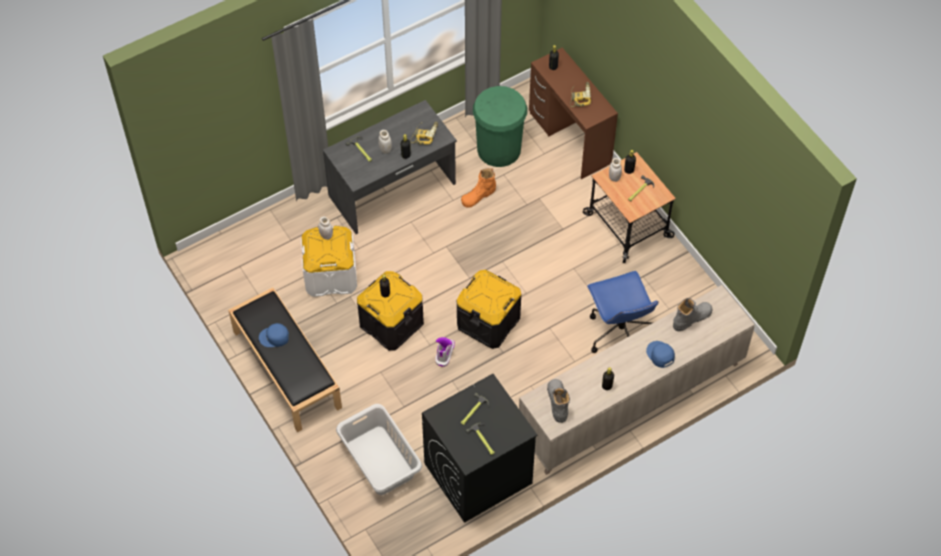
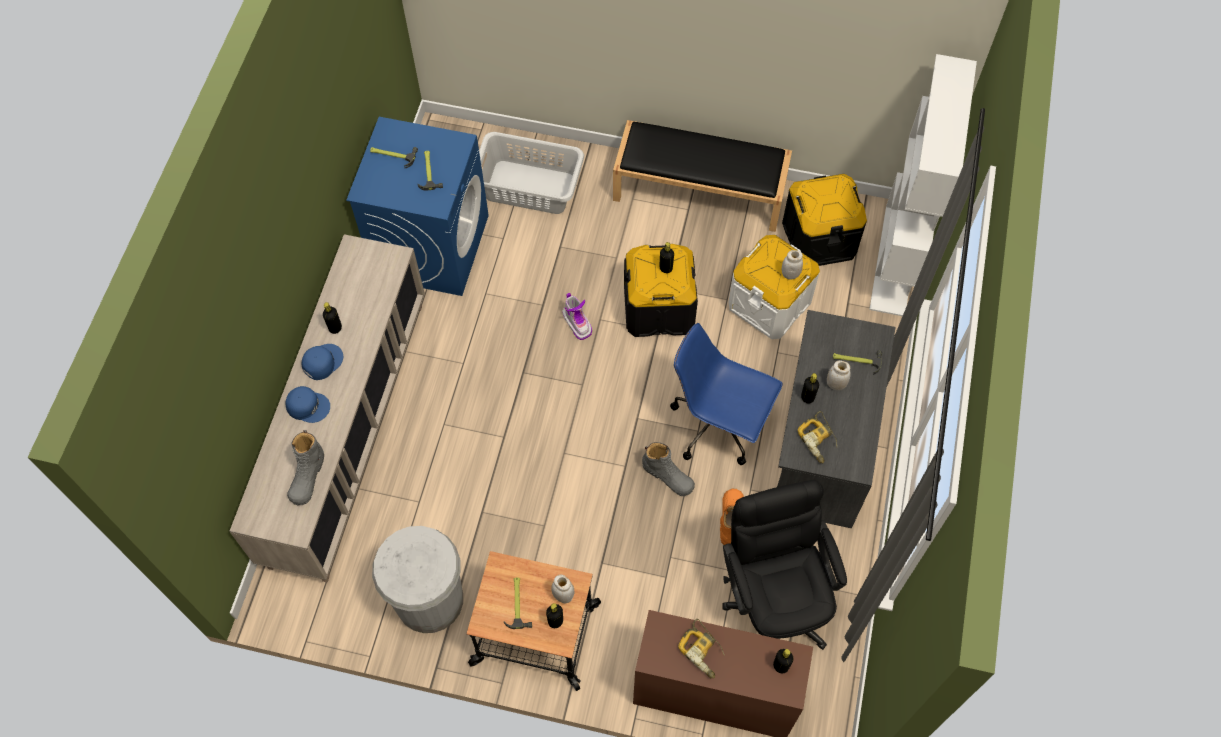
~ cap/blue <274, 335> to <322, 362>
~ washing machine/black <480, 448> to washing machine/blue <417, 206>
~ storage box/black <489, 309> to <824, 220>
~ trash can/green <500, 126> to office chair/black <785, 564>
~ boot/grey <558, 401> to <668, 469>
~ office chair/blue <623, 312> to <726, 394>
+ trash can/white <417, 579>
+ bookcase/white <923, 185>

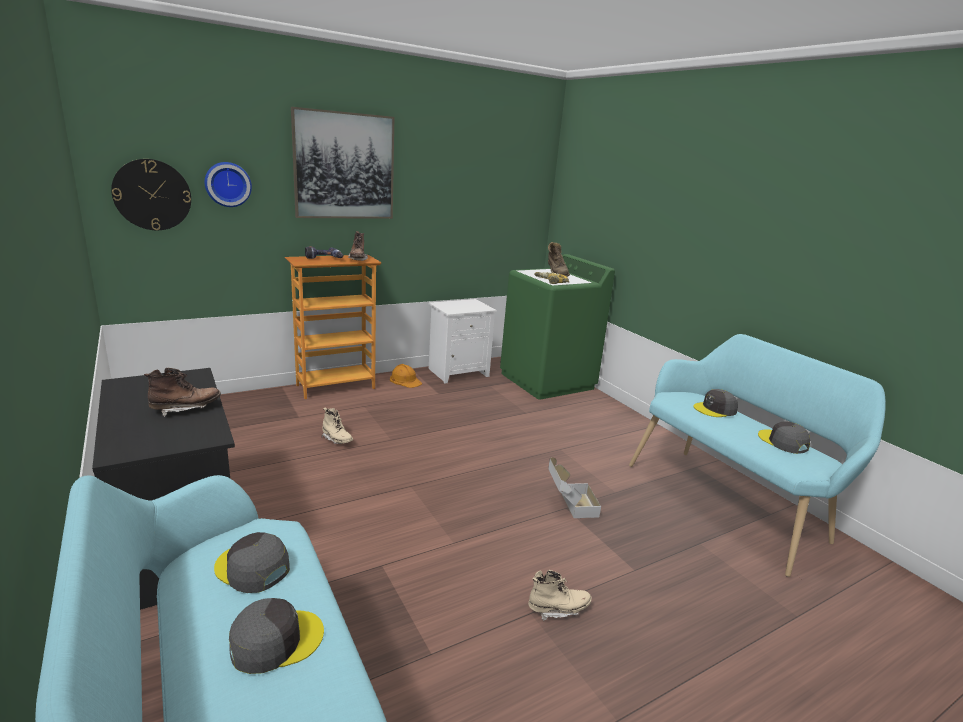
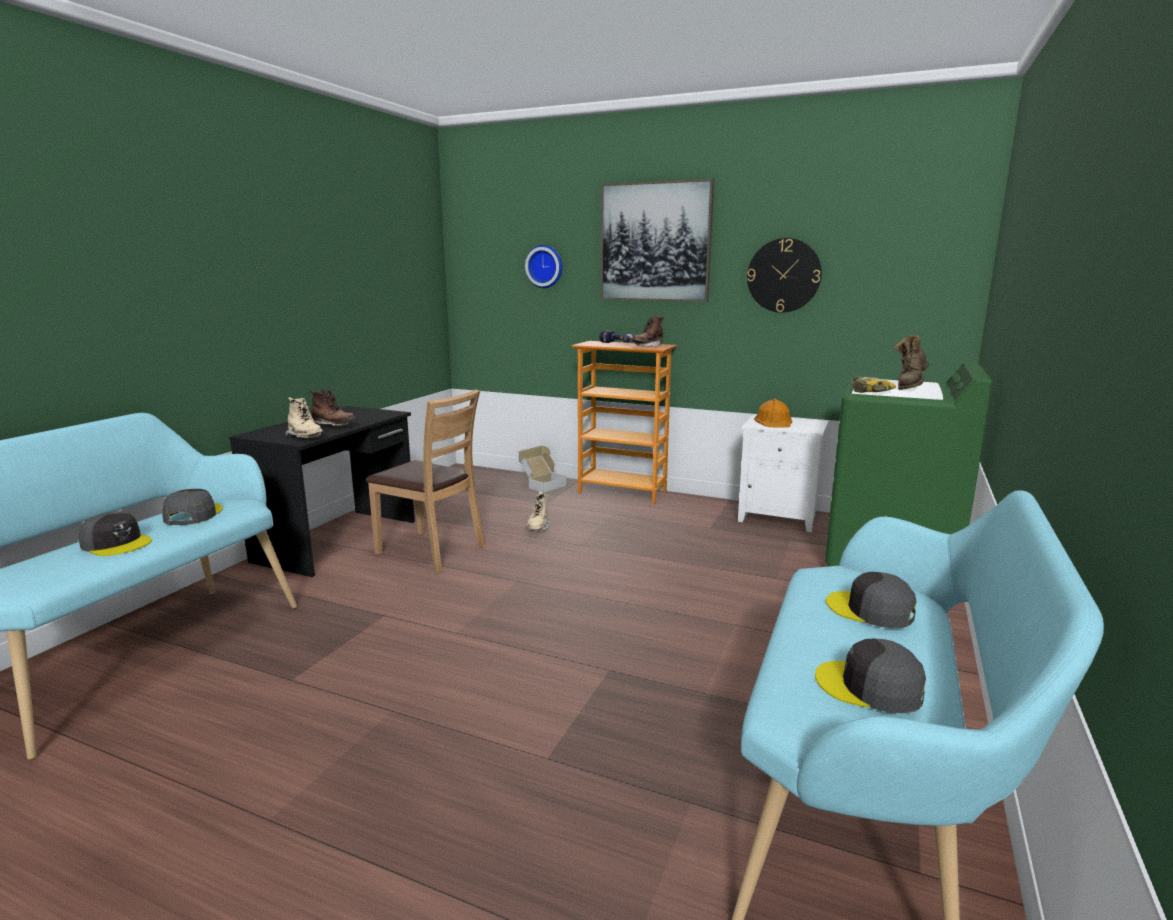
~ wall clock <151, 194> to <784, 275>
~ hard hat/orange <406, 376> to <773, 413>
~ boot/beige <560, 595> to <304, 418>
~ cardboard box <574, 487> to <543, 469>
~ cap/grey <784, 437> = <870, 675> 90 degrees counterclockwise
+ chair/brown <426, 481>

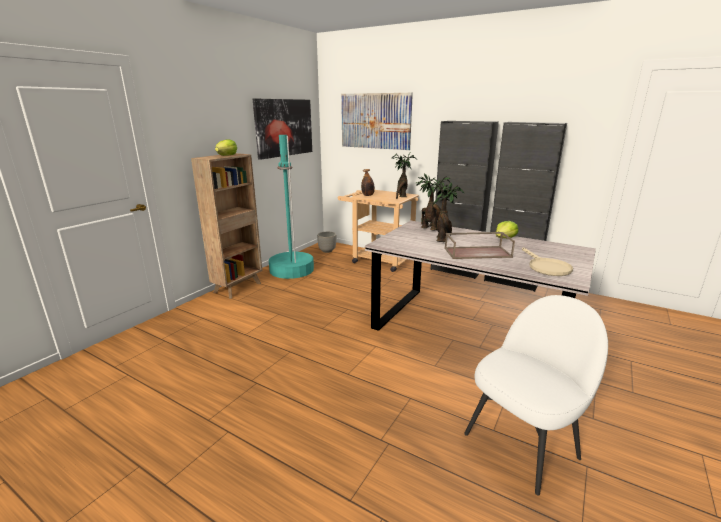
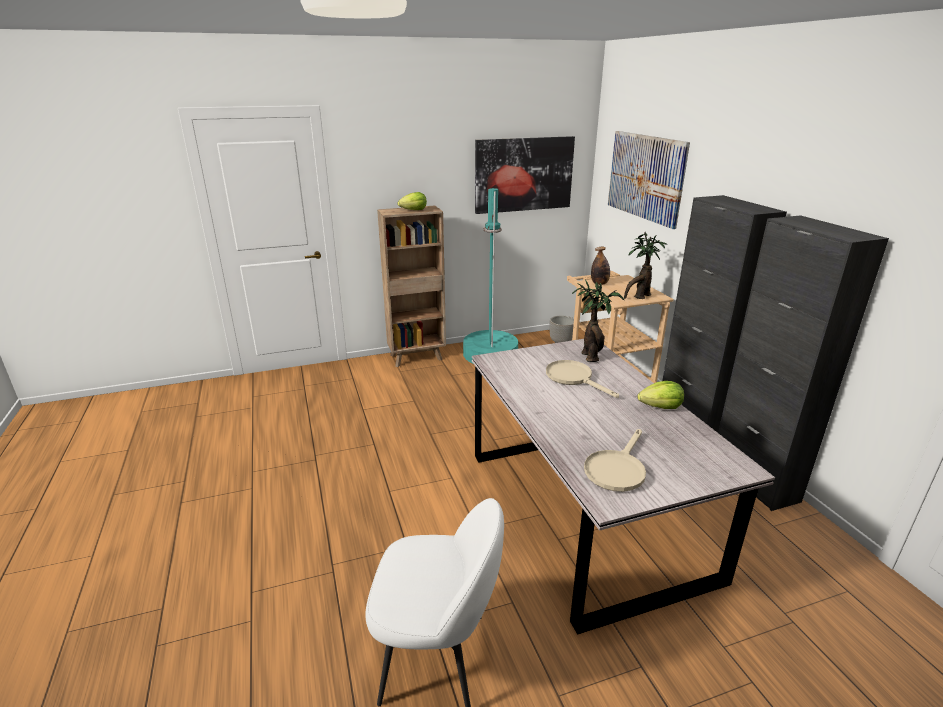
~ potted plant <446, 210> to frying pan/beige <582, 379>
- tray/brown <479, 245>

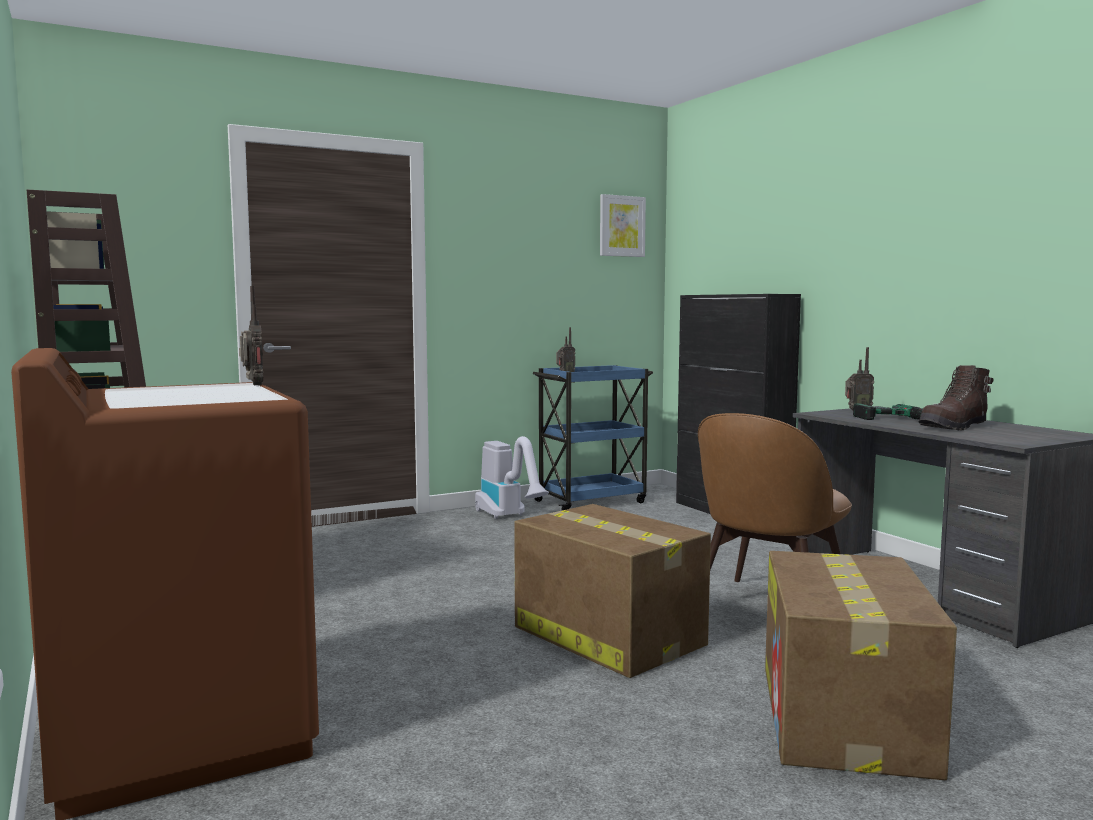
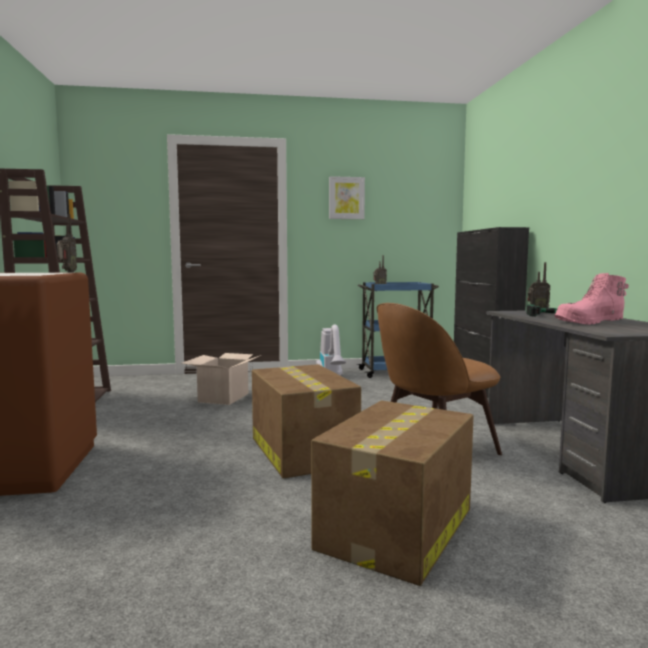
~ picture <623, 225> to <347, 197>
~ boot/brown <956, 397> to boot/pink <591, 299>
+ cardboard box <221, 379>

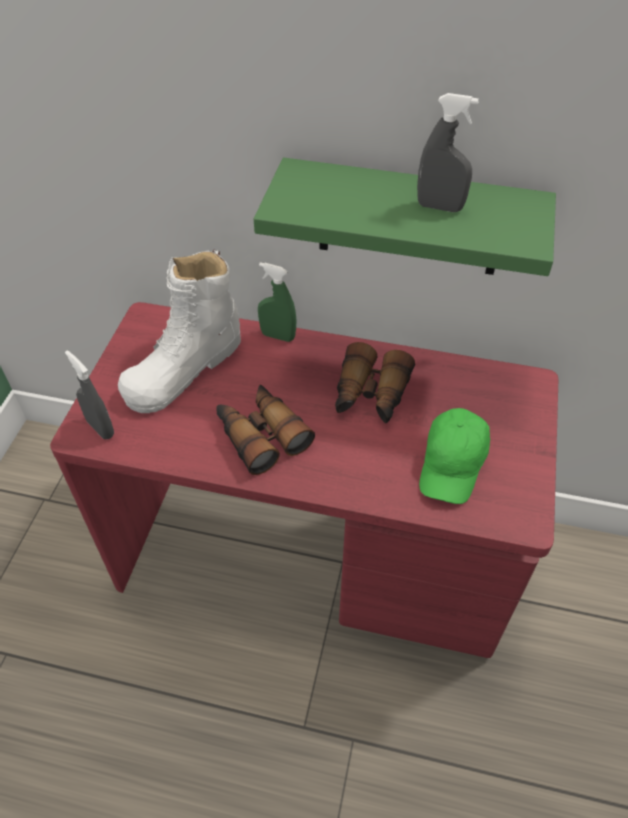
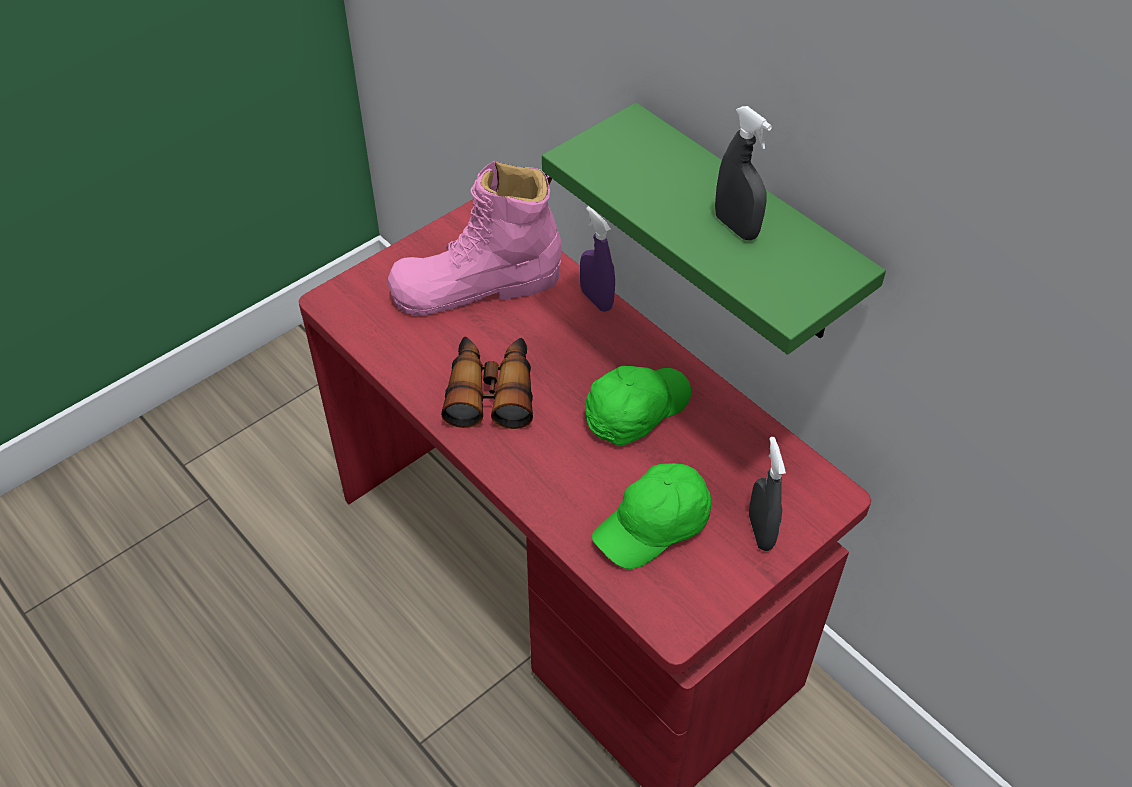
~ spray bottle/grey <89, 395> to <767, 494>
~ boot/white <179, 331> to boot/pink <474, 238>
~ spray bottle/green <277, 302> to spray bottle/purple <597, 259>
~ binoculars <375, 383> to cap/green <638, 405>

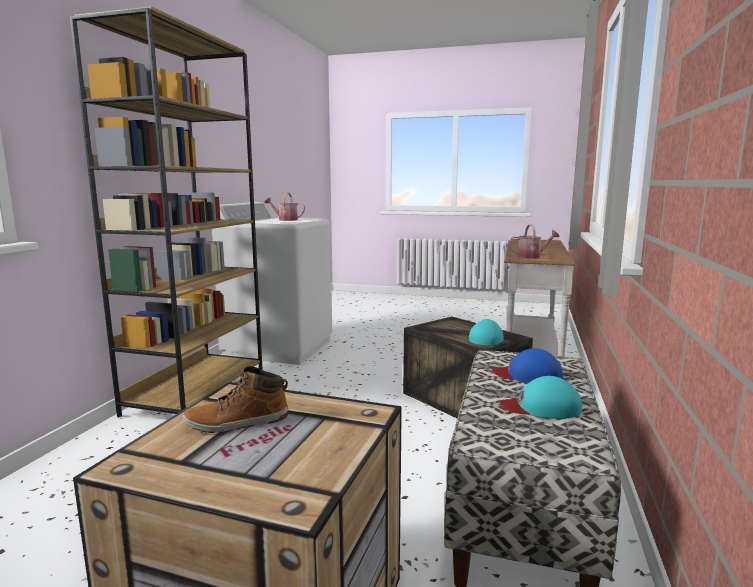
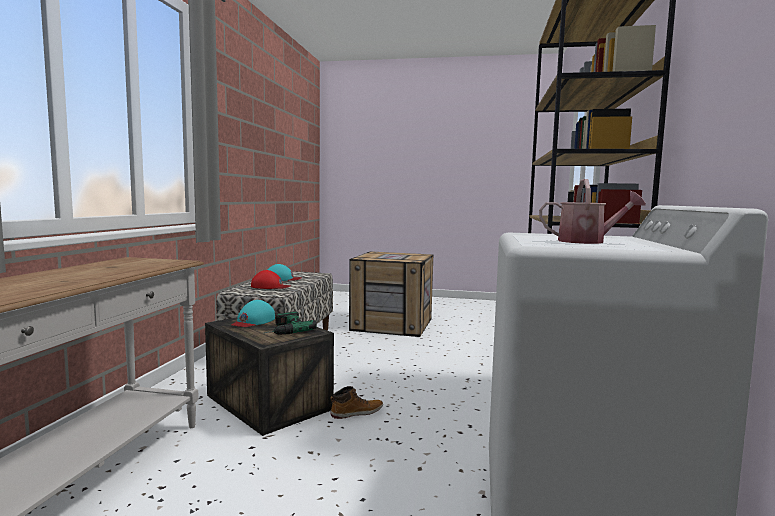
~ boot <236, 399> to <356, 402>
~ cap/blue <527, 365> to cap/red <270, 279>
- watering can <534, 241>
+ power drill <290, 323>

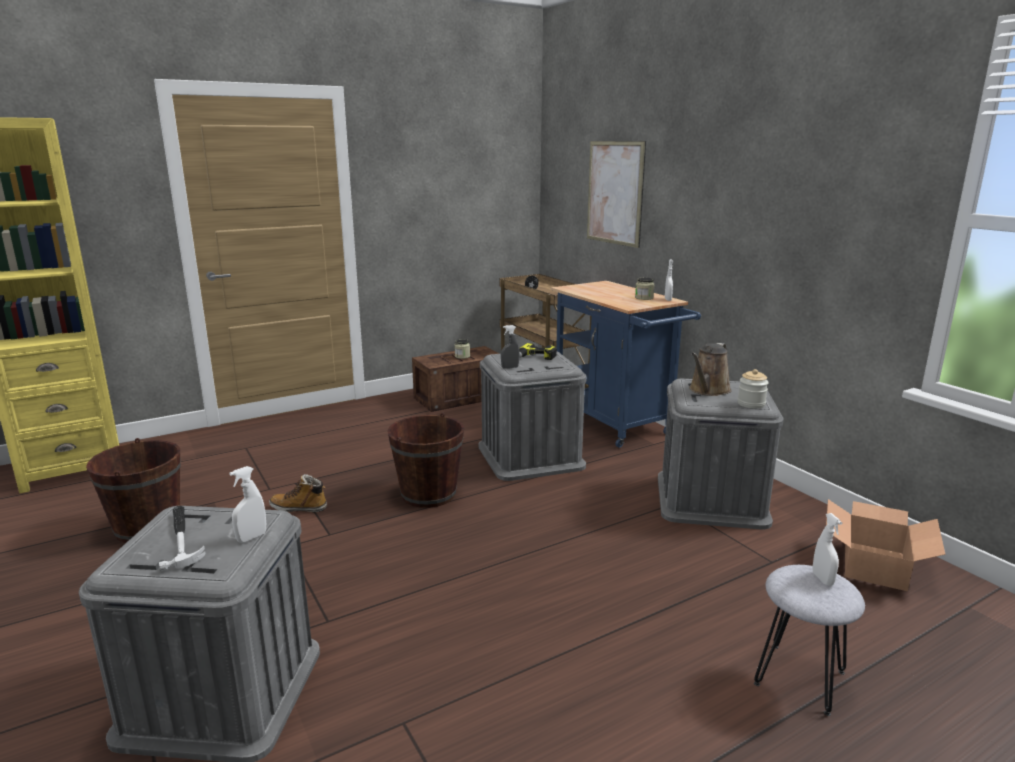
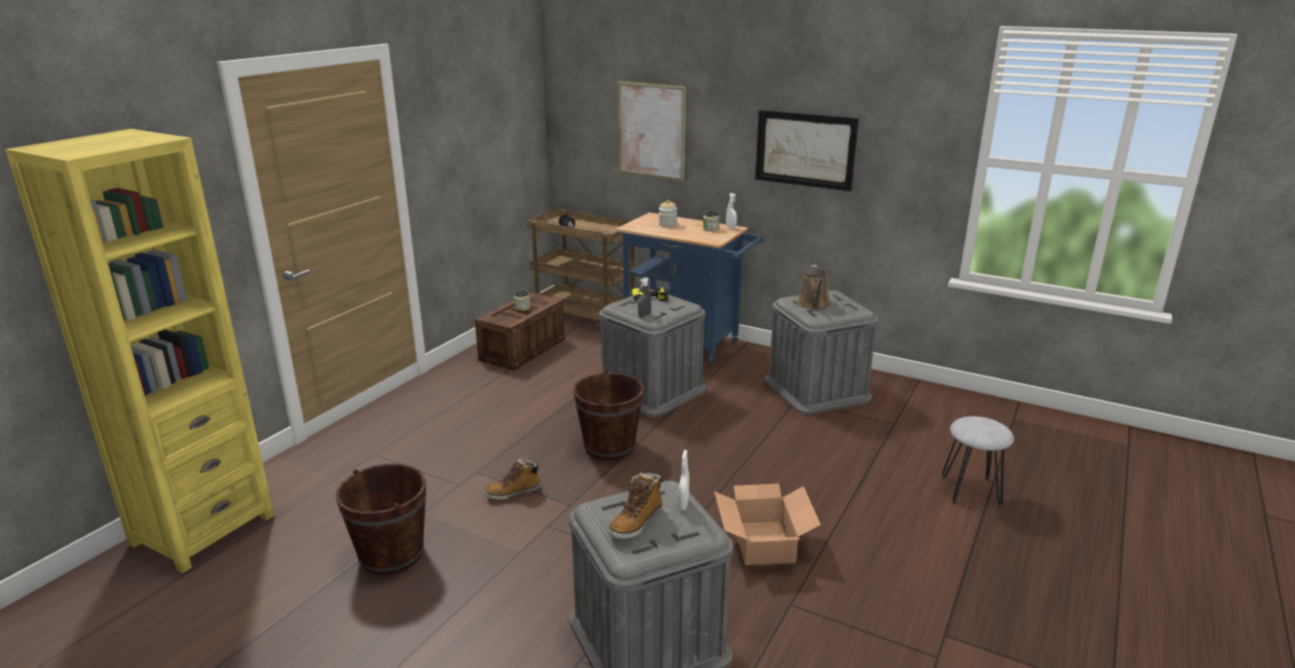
~ hammer <182, 538> to boot <635, 506>
~ jar <753, 389> to <668, 213>
- spray bottle/white <827, 549>
~ cardboard box <886, 545> to <767, 524>
+ picture <807, 150>

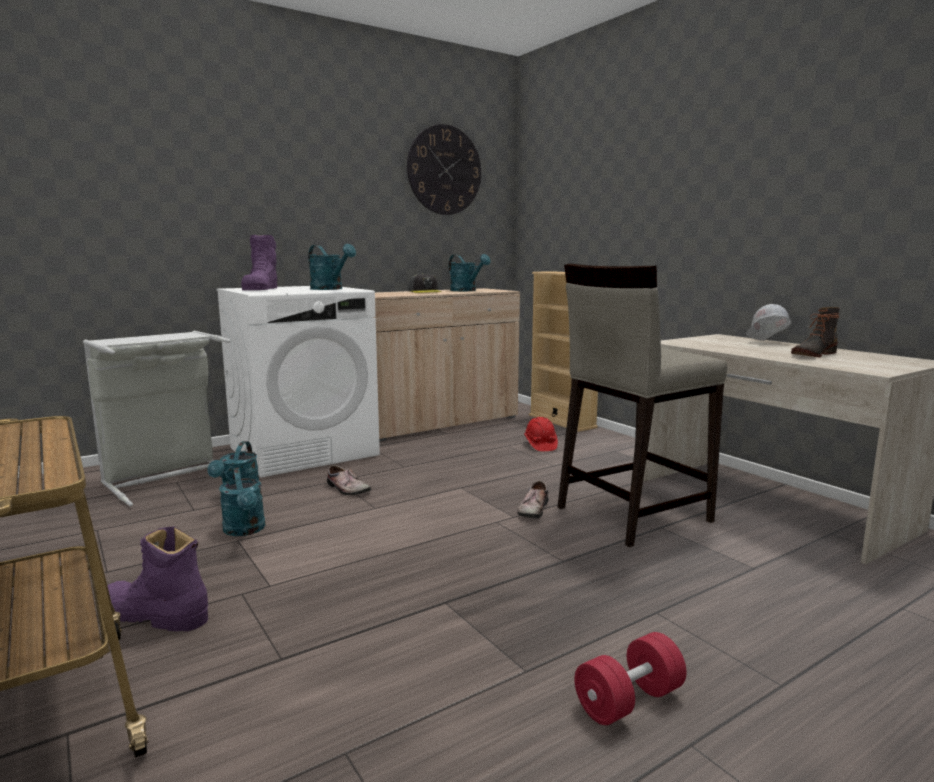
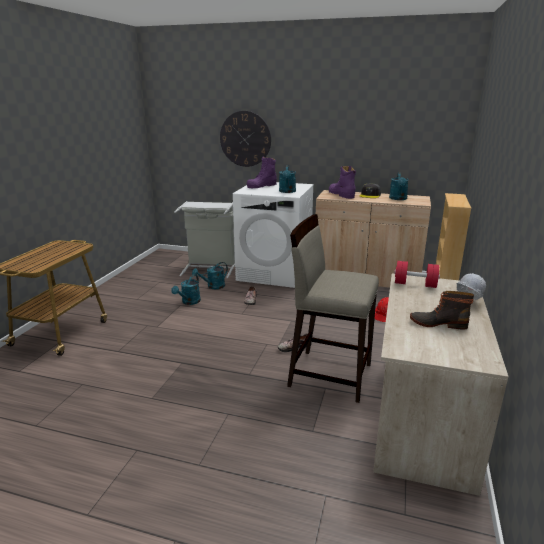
~ boot/purple <157, 579> to <342, 182>
~ wall clock <444, 169> to <245, 139>
~ dumbbell/red <630, 678> to <417, 274>

